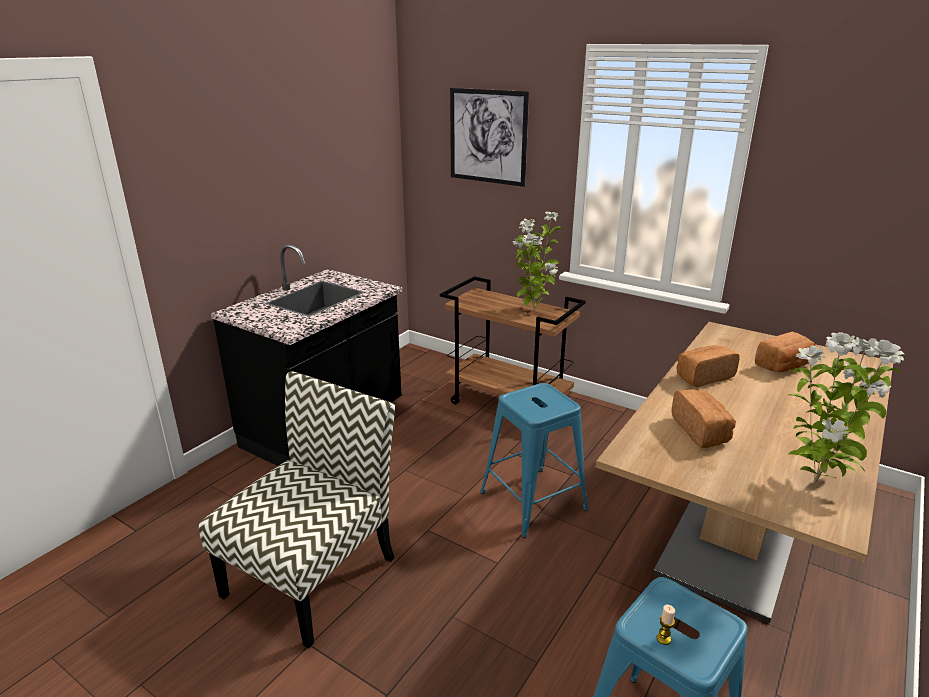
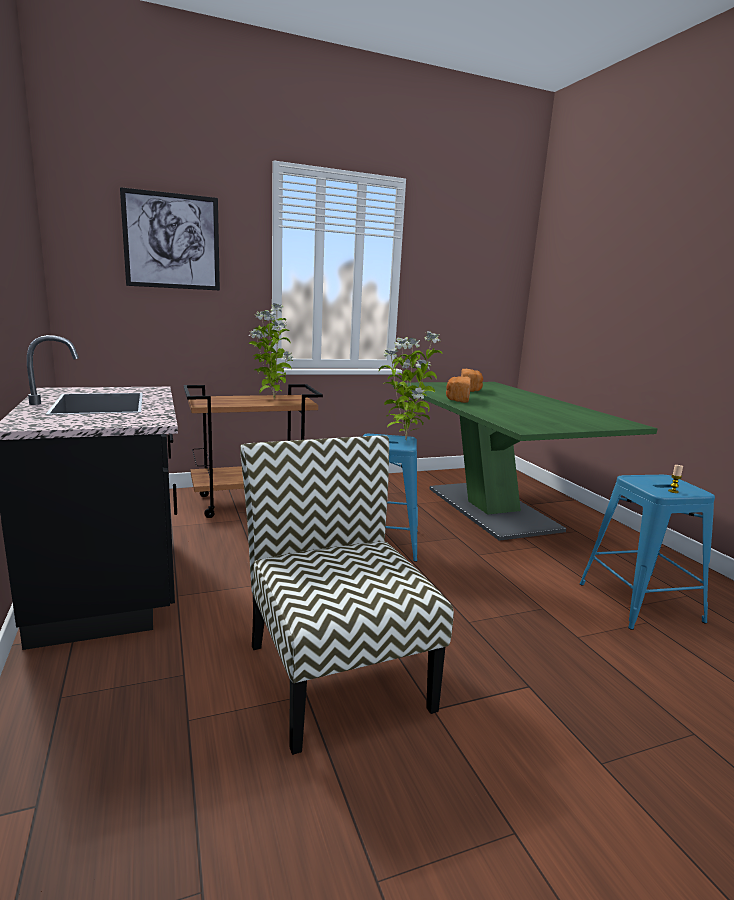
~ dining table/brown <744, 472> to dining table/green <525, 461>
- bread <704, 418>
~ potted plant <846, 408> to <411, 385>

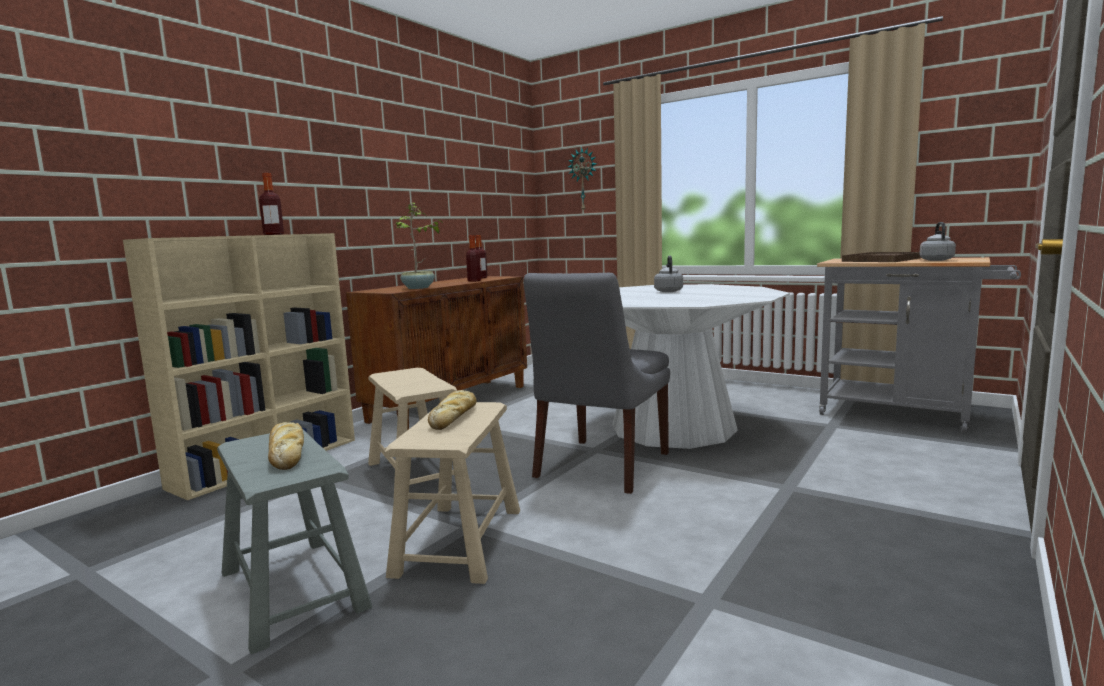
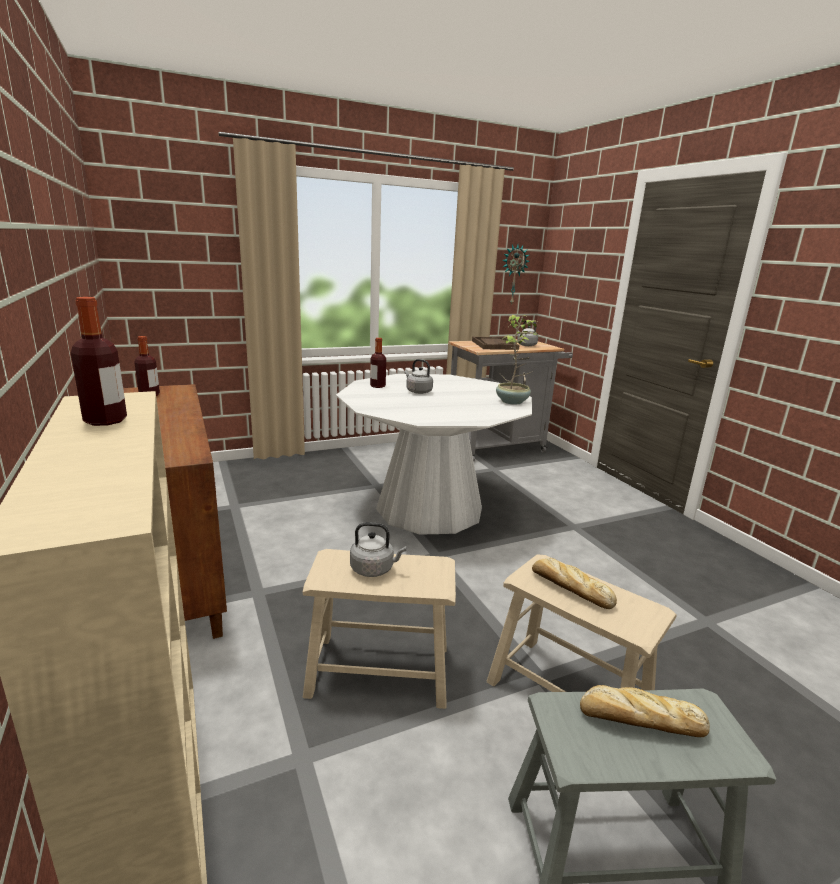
~ potted plant <418, 246> to <517, 360>
~ bottle <473, 258> to <378, 363>
- chair/grey <597, 383>
~ wall clock <582, 180> to <516, 275>
+ kettle/grey <378, 549>

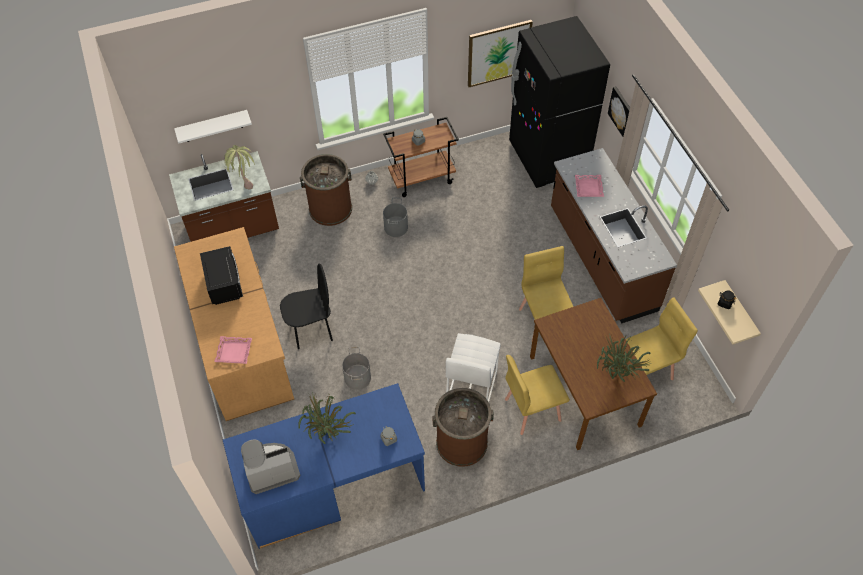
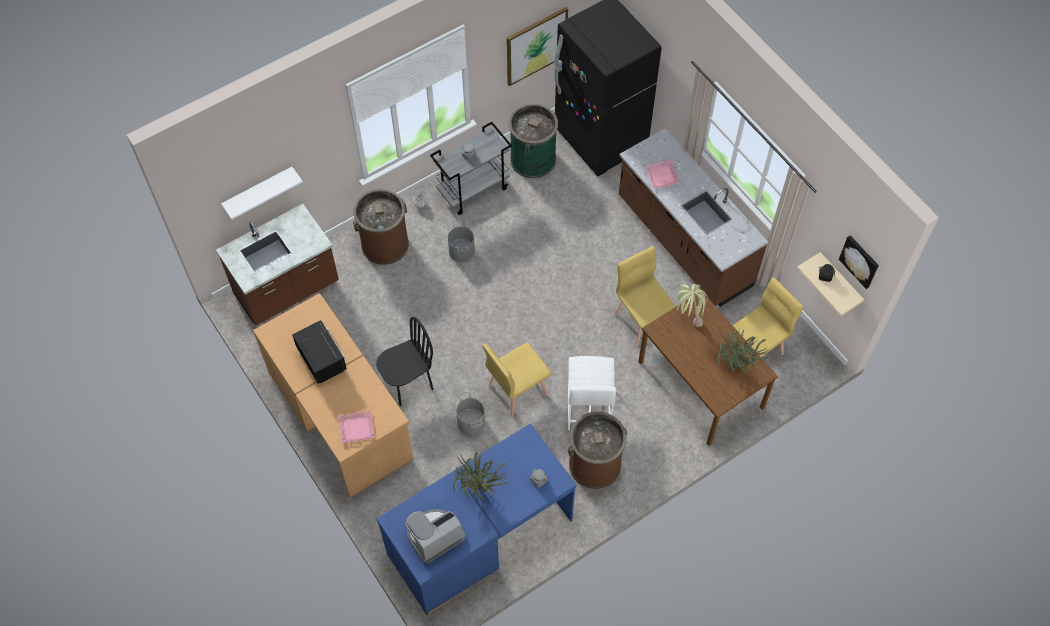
~ potted plant <239, 167> to <692, 305>
~ cart/brown <421, 157> to cart/grey <471, 168>
~ chair/yellow <537, 395> to <517, 380>
~ picture <619, 111> to <859, 262>
+ trash can/green <533, 141>

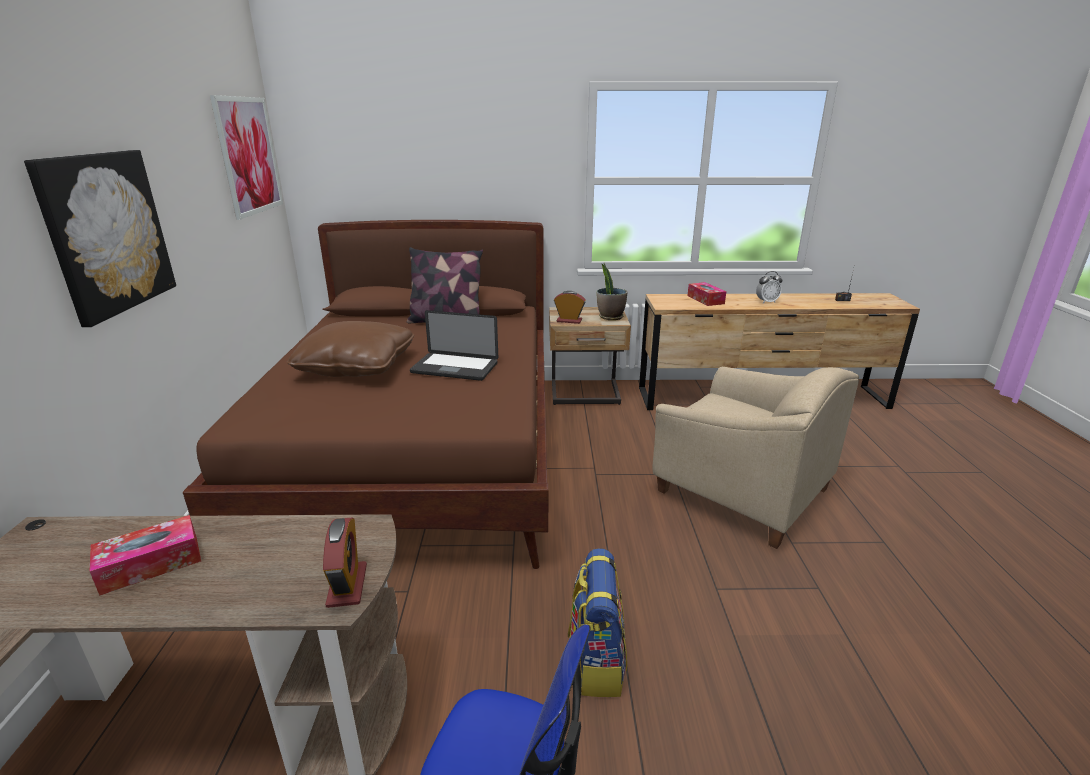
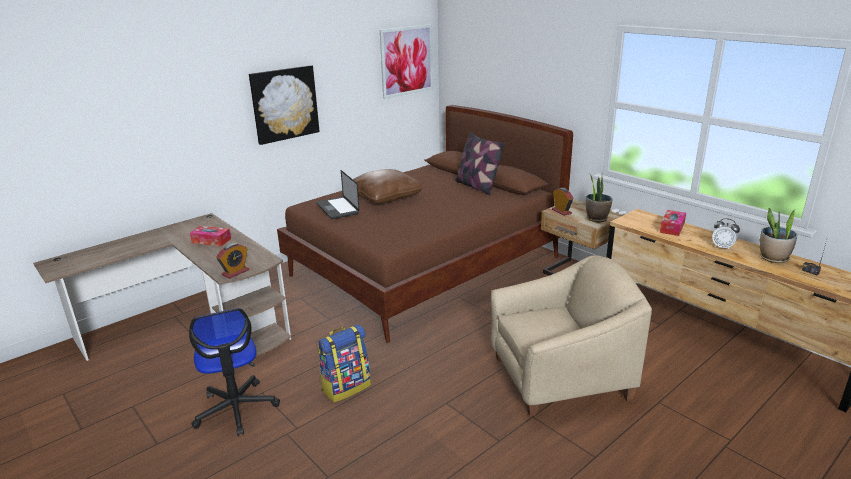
~ laptop <454, 345> to <337, 194>
~ armchair/beige <755, 458> = <571, 336> 105 degrees counterclockwise
+ potted plant <778, 235>

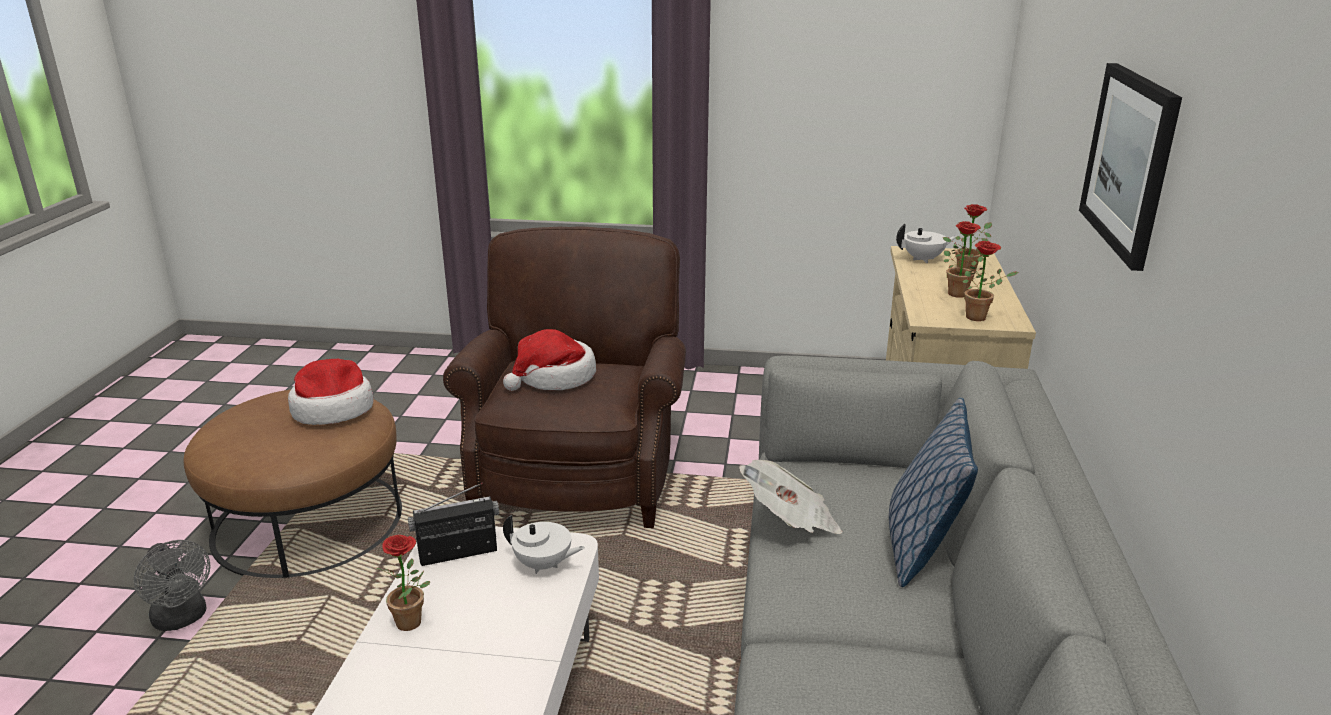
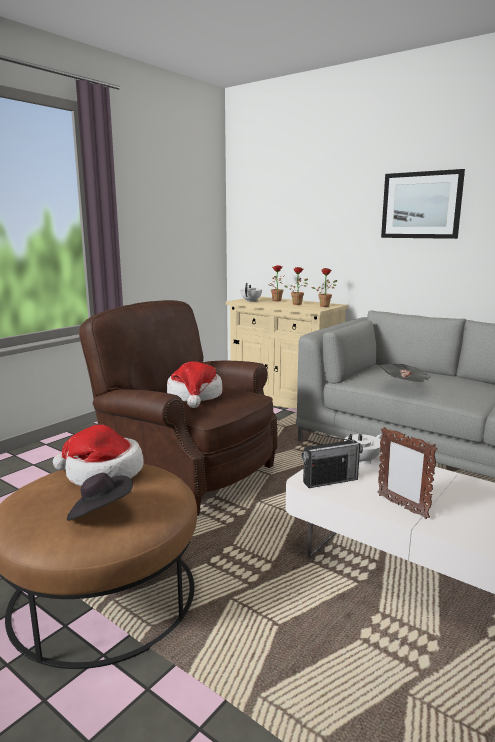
- fan/grey <172, 585>
~ potted plant <403, 583> to picture frame <408, 473>
~ radio <453, 524> = <332, 460> 120 degrees counterclockwise
- pillow <933, 492>
+ hat/black <100, 497>

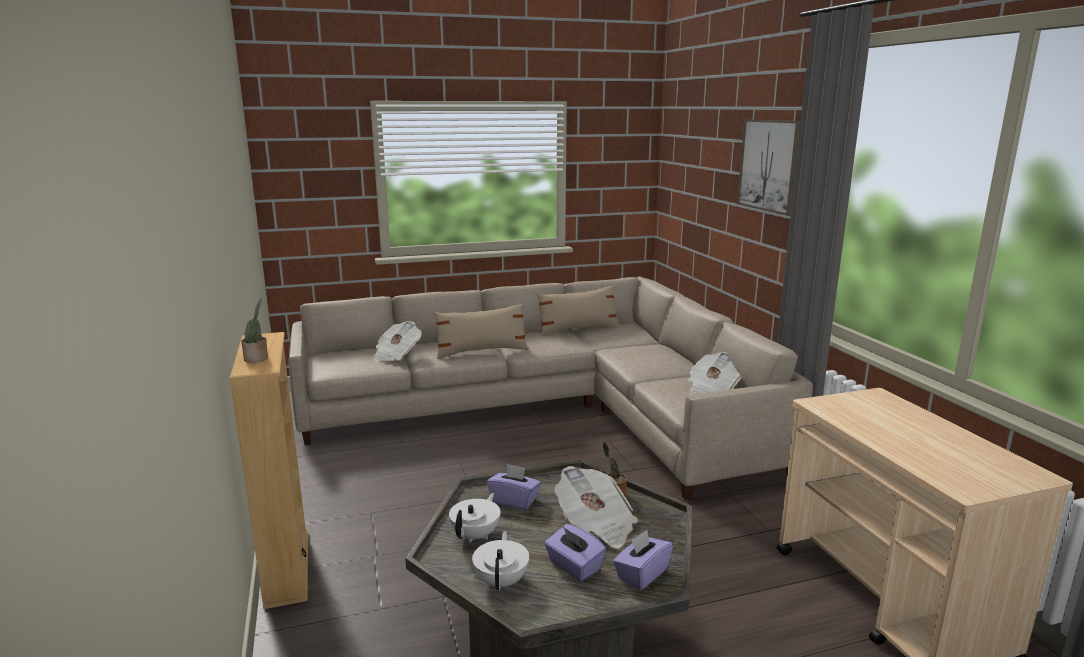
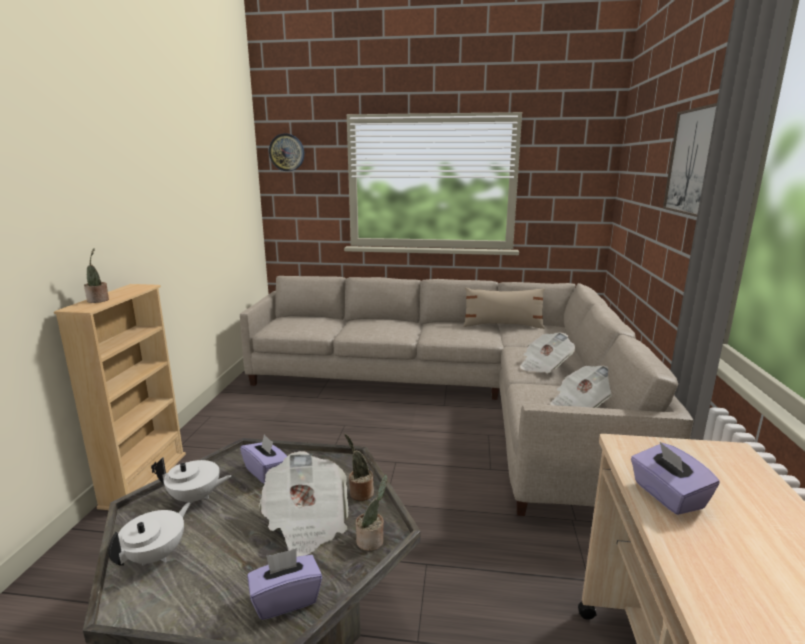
~ newspaper <397, 341> to <547, 352>
- pillow/beige <481, 331>
~ teapot/white <475, 517> = <194, 481> 45 degrees clockwise
~ tissue box/purple <575, 552> to <675, 478>
+ wall clock <286, 152>
+ potted plant <371, 513>

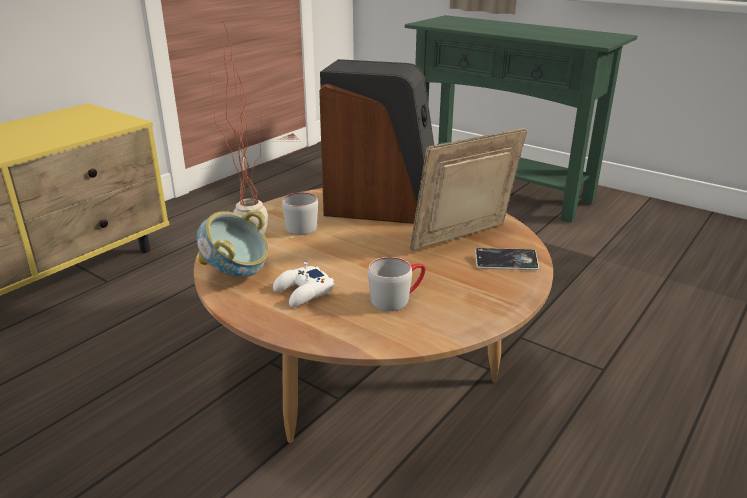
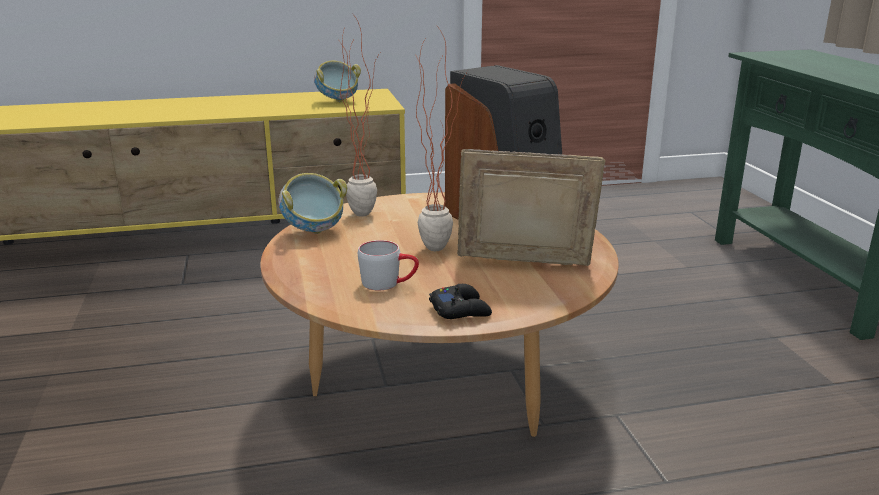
- game controller/white <304, 284>
- mug/grey <300, 213>
- phone <507, 259>
+ bowl <337, 81>
+ potted plant <441, 138>
+ game controller/black <460, 301>

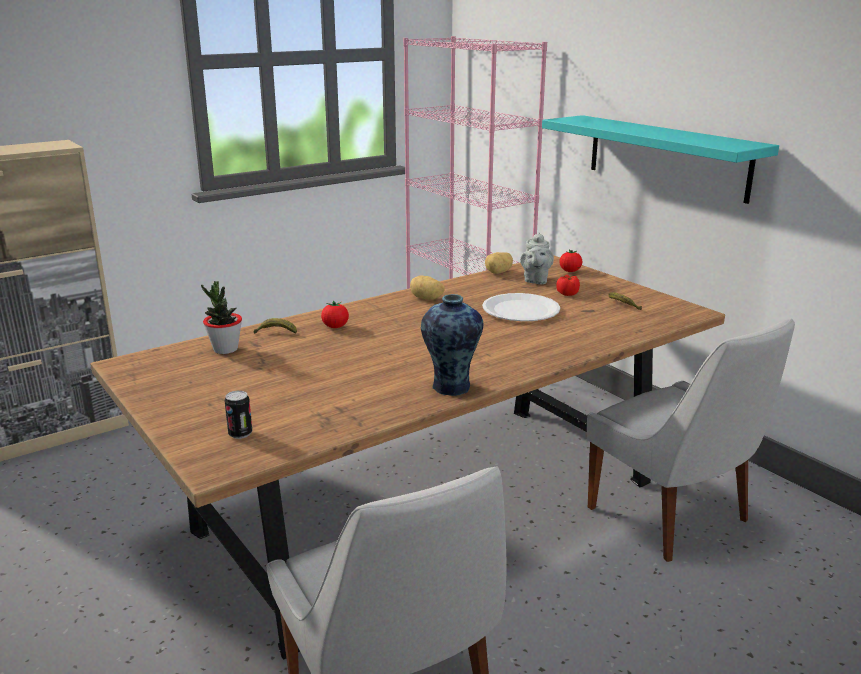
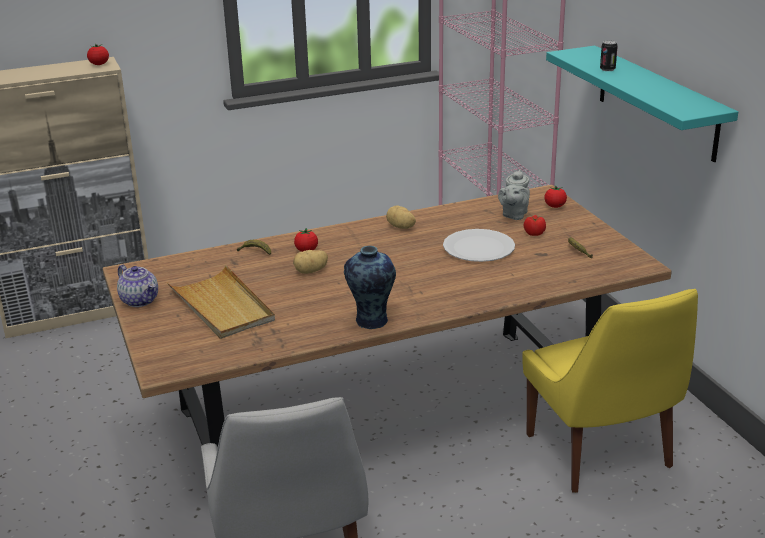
- potted plant <221, 317>
~ can <238, 415> to <609, 55>
~ potato <499, 263> to <310, 262>
~ chair/white <691, 440> to chair/yellow <610, 391>
+ tomato <98, 54>
+ teapot <137, 286>
+ tray/beige <221, 302>

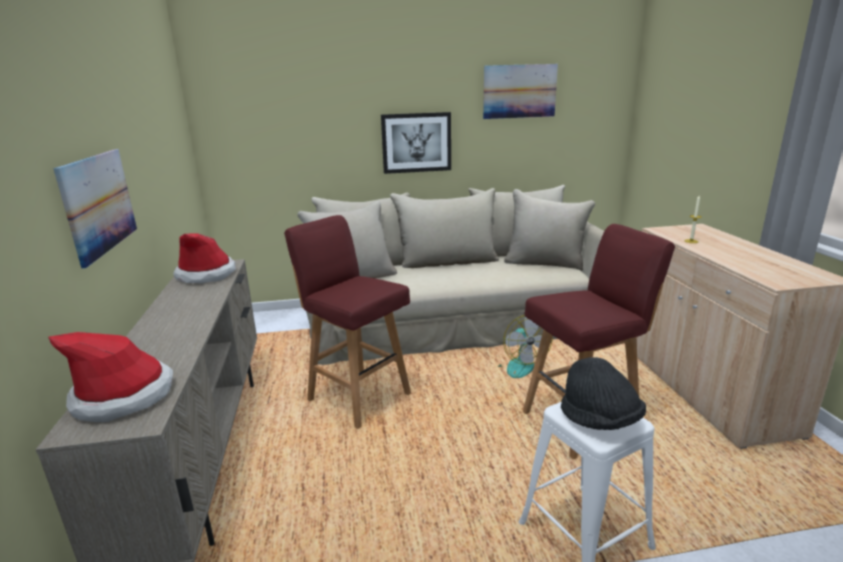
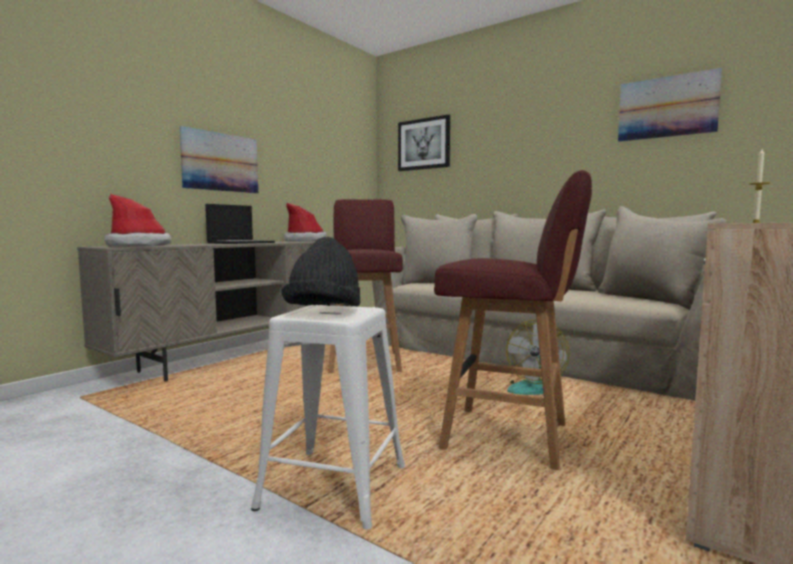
~ picture <416, 143> to <424, 142>
+ laptop <240, 224>

